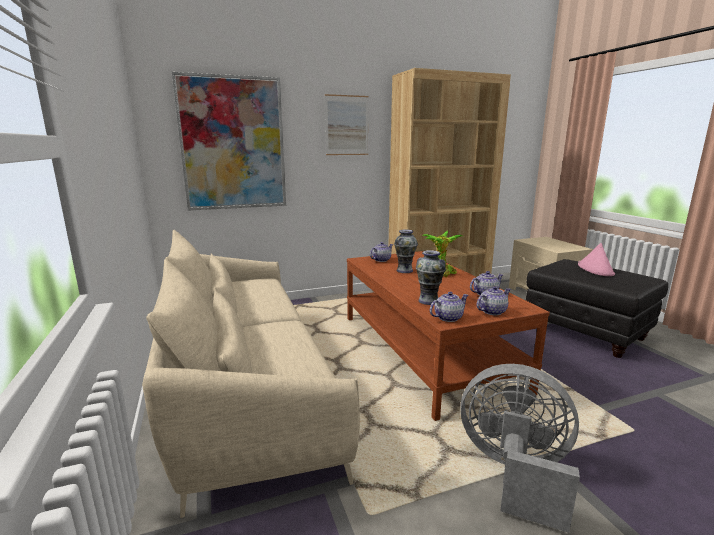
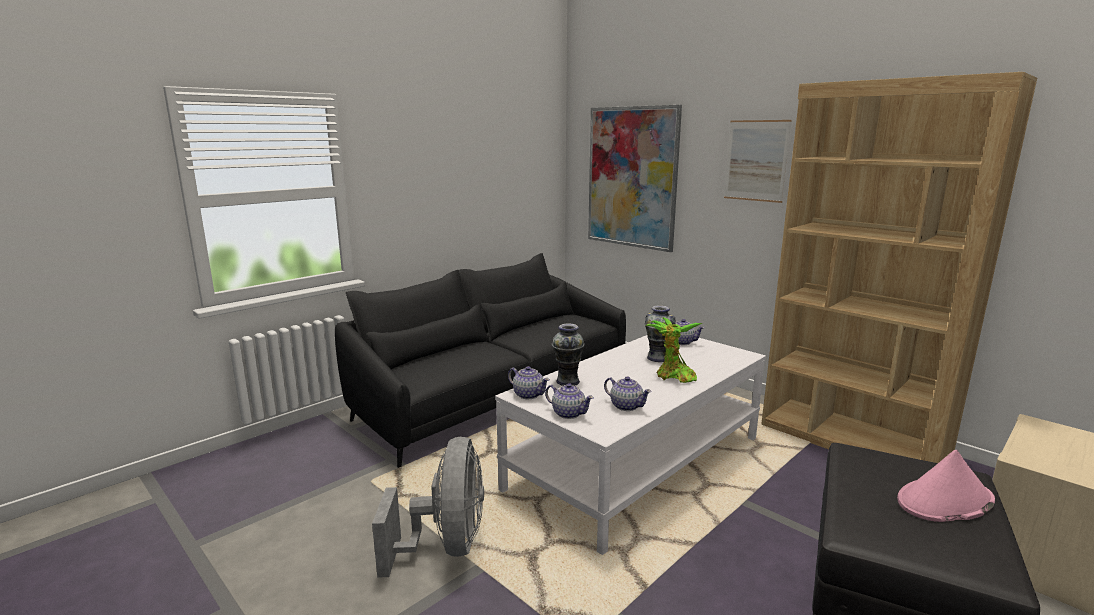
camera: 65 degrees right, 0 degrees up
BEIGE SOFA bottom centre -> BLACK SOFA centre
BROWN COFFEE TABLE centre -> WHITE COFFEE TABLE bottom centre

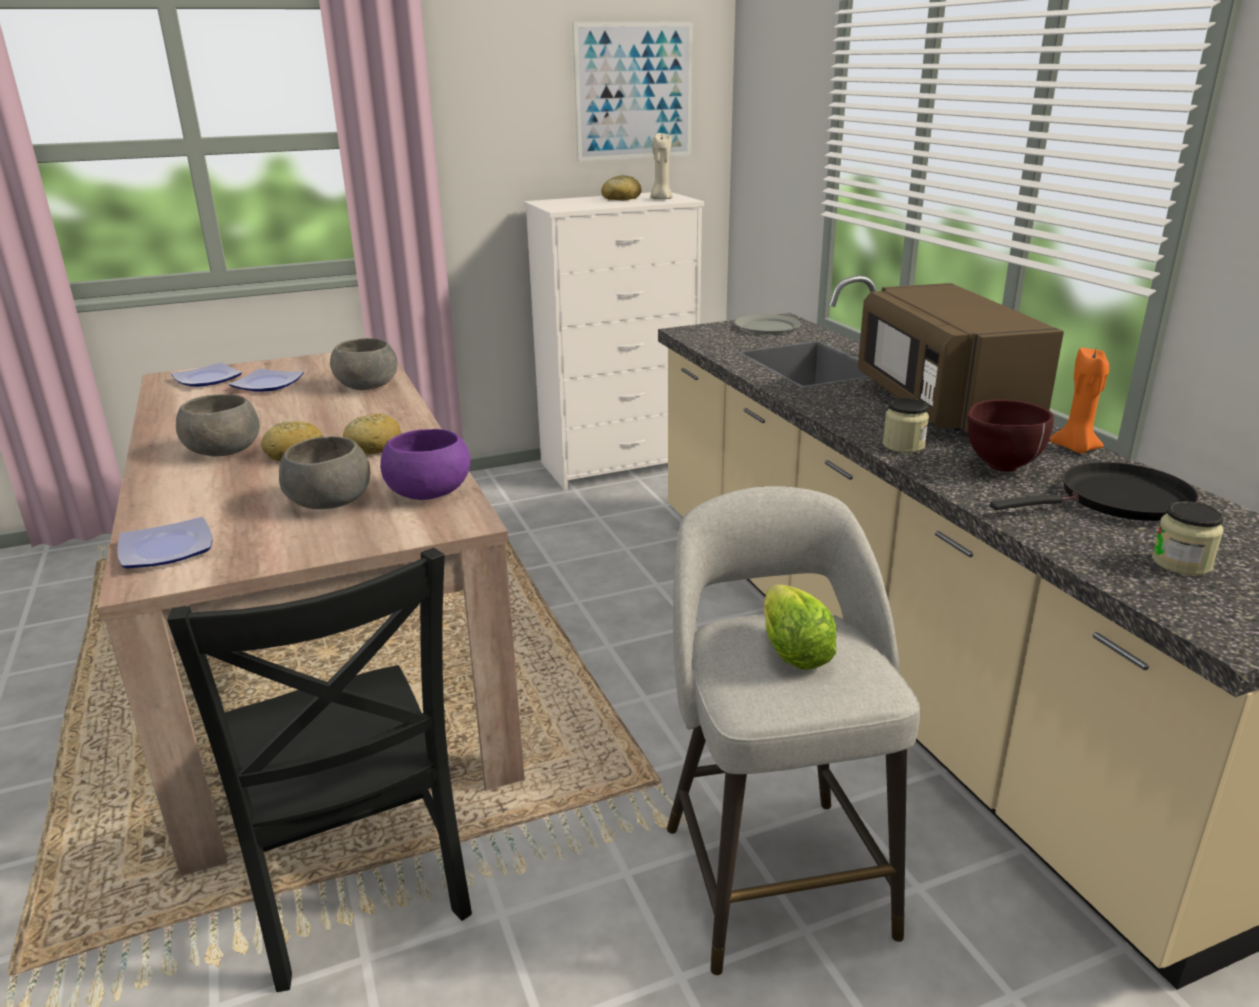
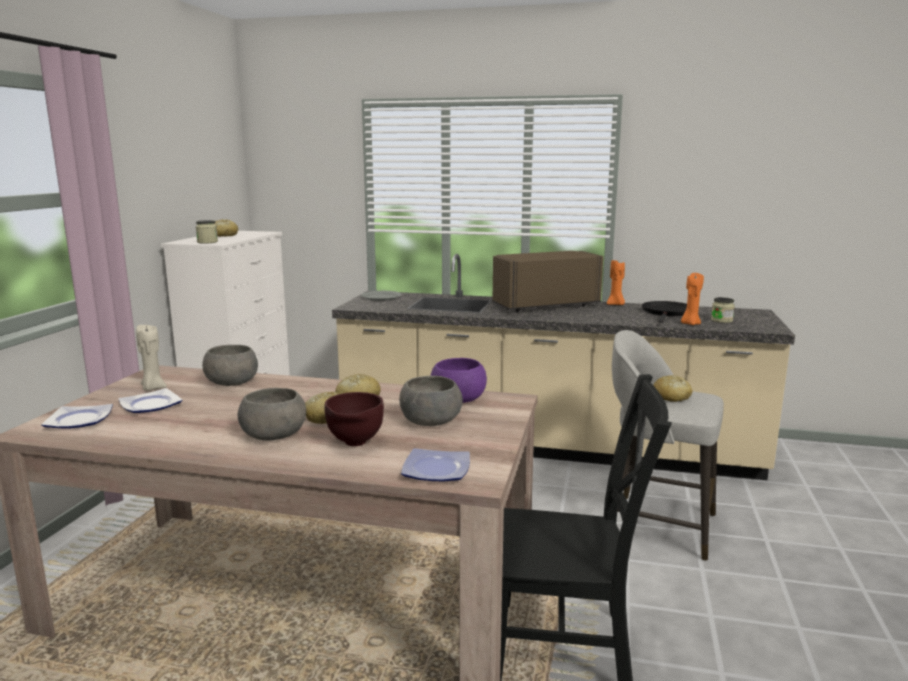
camera: 55 degrees left, 10 degrees down
PICTURE top centre -> none
none -> ORANGE CANDLE (2nd from left) middle right
BEIGE CANDLE top centre -> BEIGE CANDLE middle left, moved
JAR (1st from left) middle right -> JAR (1st from left) middle left, moved
BROWN BOWL middle right -> BROWN BOWL centre, moved
LETTUCE centre -> BREAD (4th from left) middle right
BROWN MICROWAVE middle right -> BROWN MICROWAVE centre, 135 degrees clockwise

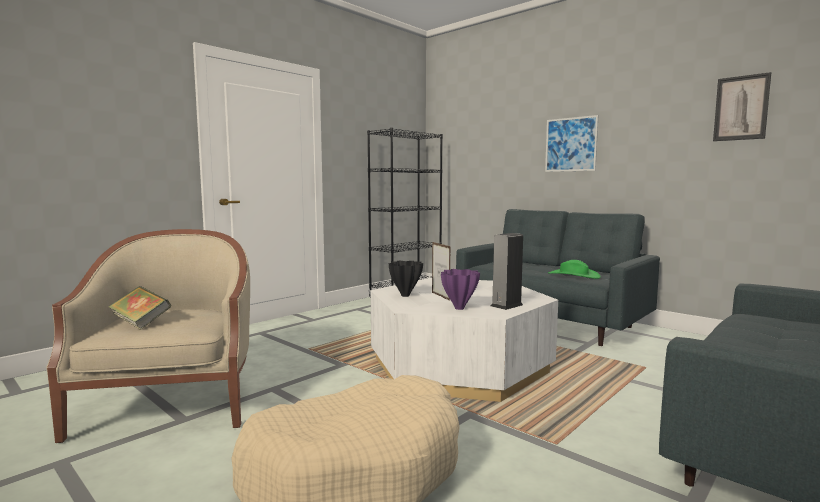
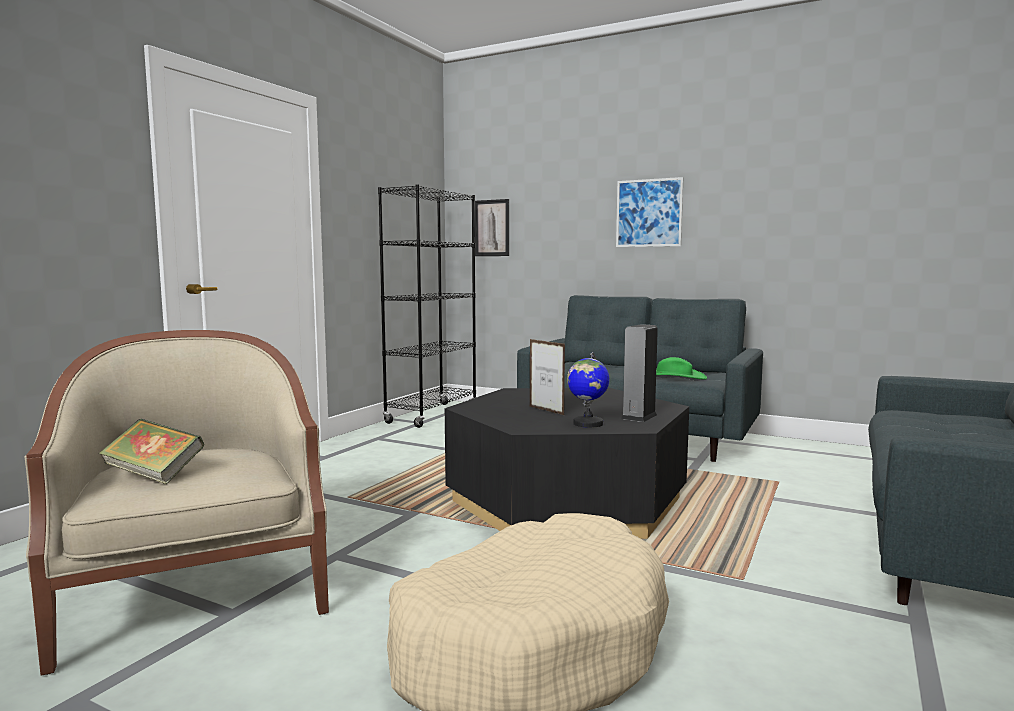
camera: 15 degrees left, 0 degrees up
BLACK VASE centre -> none
PICTURE (2nd from left in the first image) top right -> PICTURE (1st from left) top centre, moved
PURPLE VASE centre -> GLOBE centre
WHITE COFFEE TABLE bottom centre -> BLACK COFFEE TABLE centre

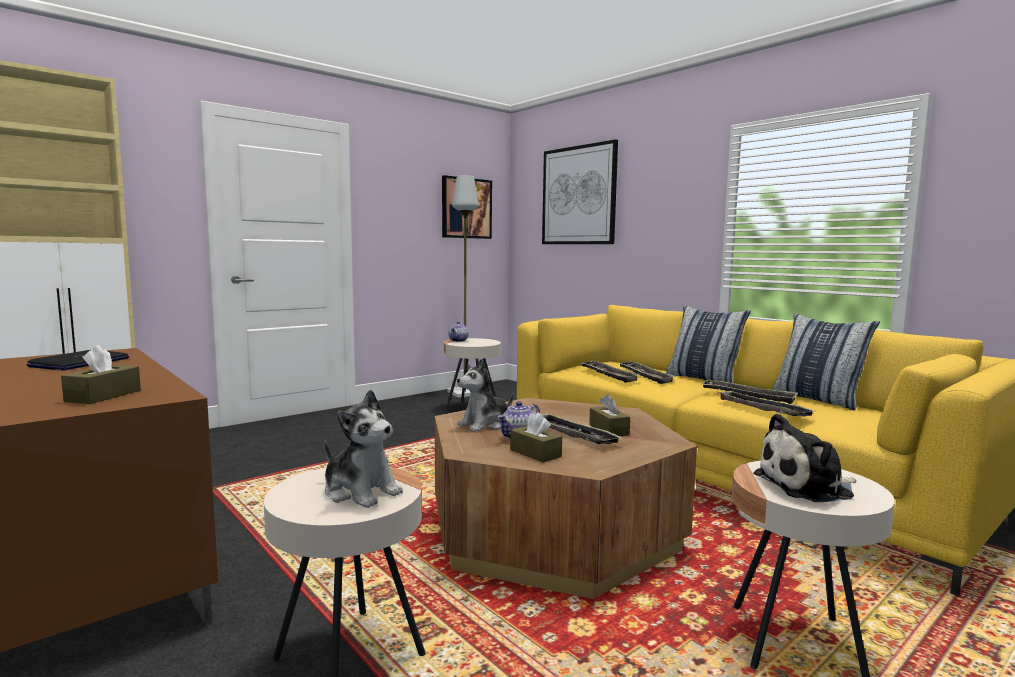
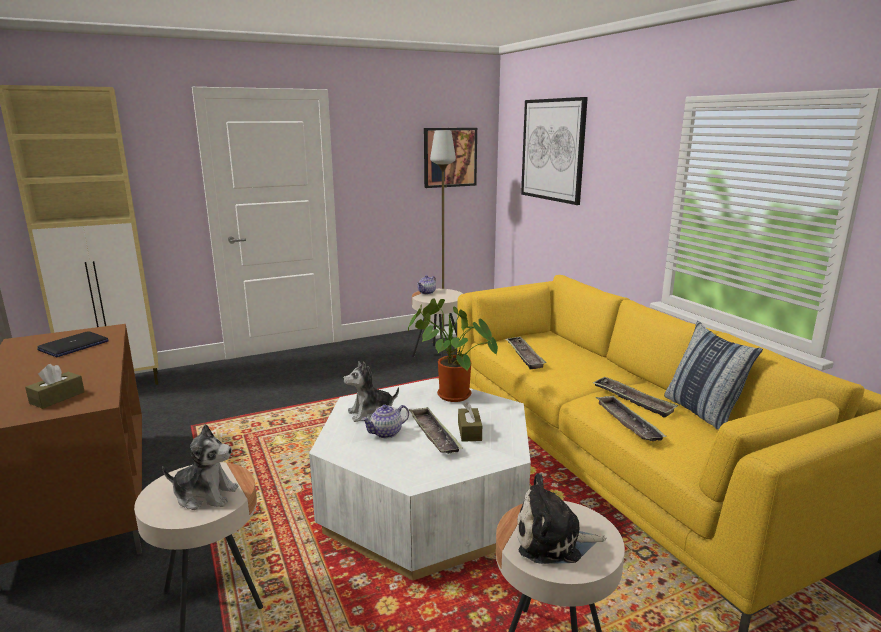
camera: 15 degrees right, 10 degrees up
BROWN TISSUE BOX (2nd from left) centre -> none
TRAY (3rd from left) centre -> none
PILLOW (1st from left) middle right -> none
none -> POTTED PLANT centre
BROWN COFFEE TABLE bottom centre -> WHITE COFFEE TABLE bottom centre
PLUSH TOY (1st from left) centre -> PLUSH TOY (1st from left) bottom left, 45 degrees counterclockwise

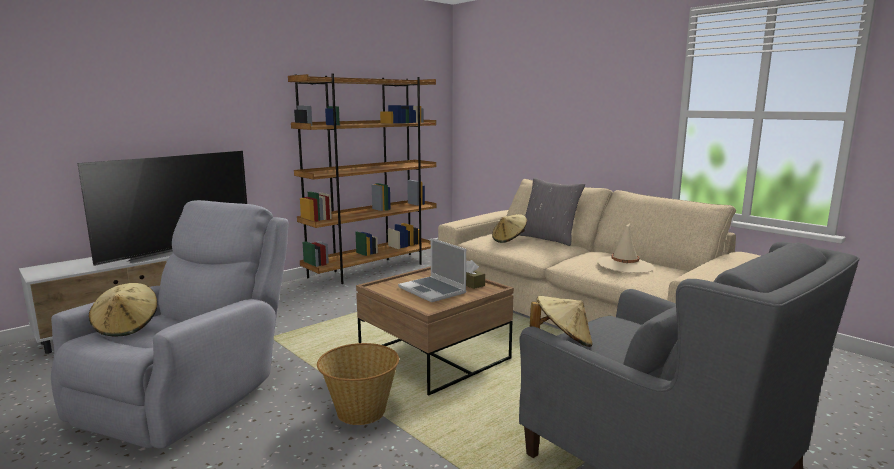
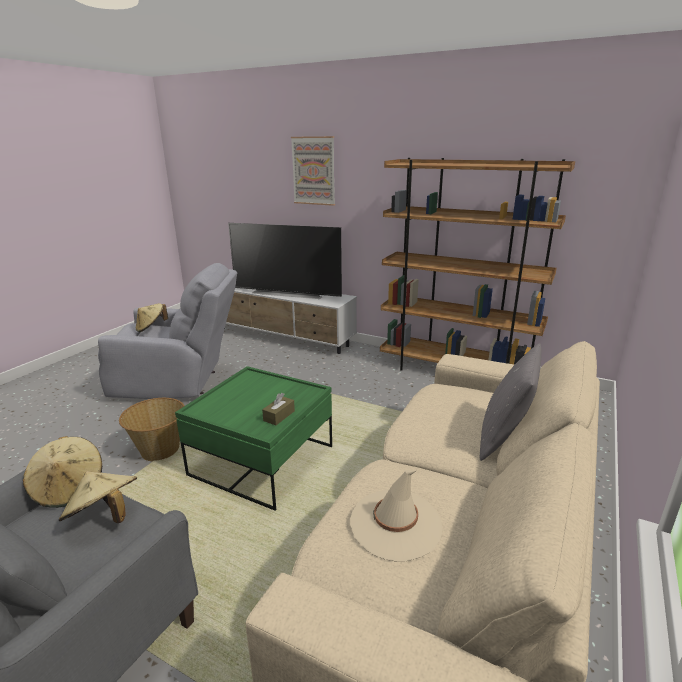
camera: 70 degrees right, 10 degrees up
LAPTOP centre -> none
none -> PICTURE top centre
BEIGE HAT (2nd from left) centre -> BEIGE HAT (2nd from left) bottom left, moved
BROWN COFFEE TABLE bottom centre -> GREEN COFFEE TABLE centre

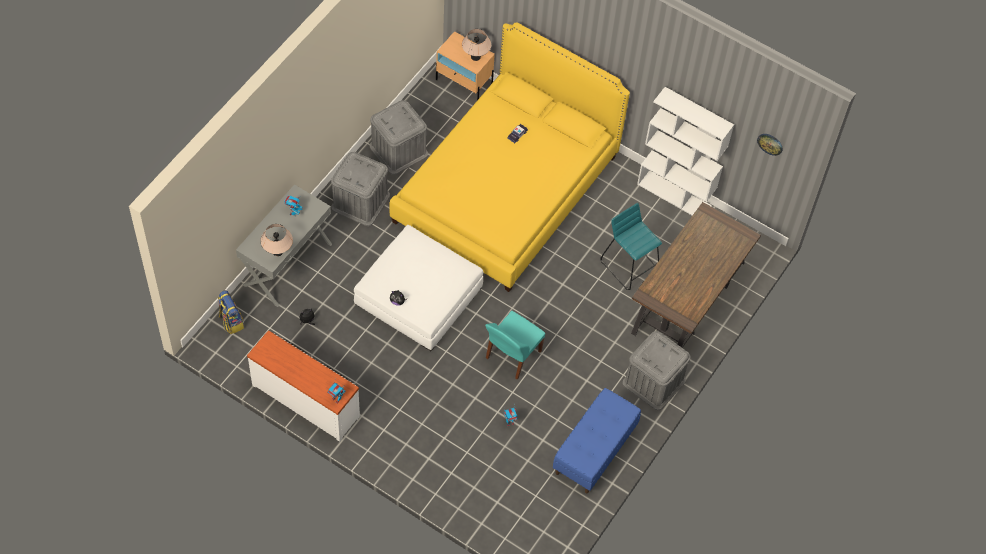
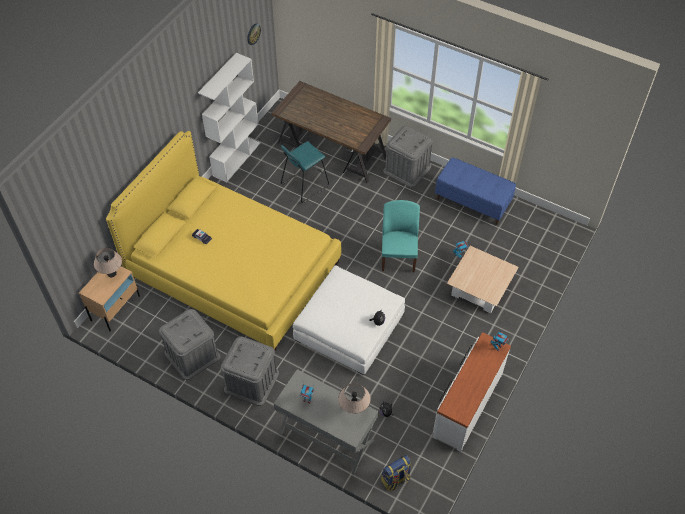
camera: 90 degrees left, 5 degrees down
none -> BEIGE COFFEE TABLE middle right
TURQUOISE CHAIR centre, 120 degrees counterclockwise

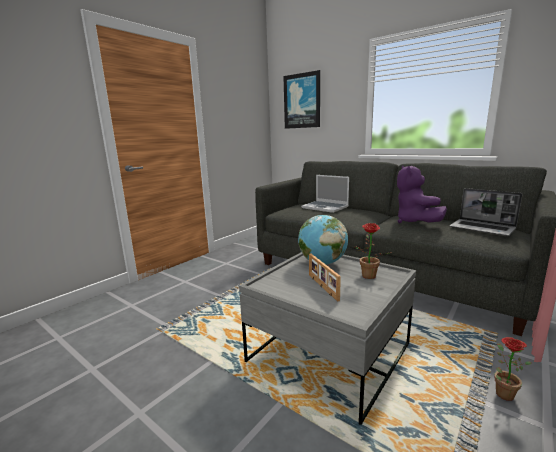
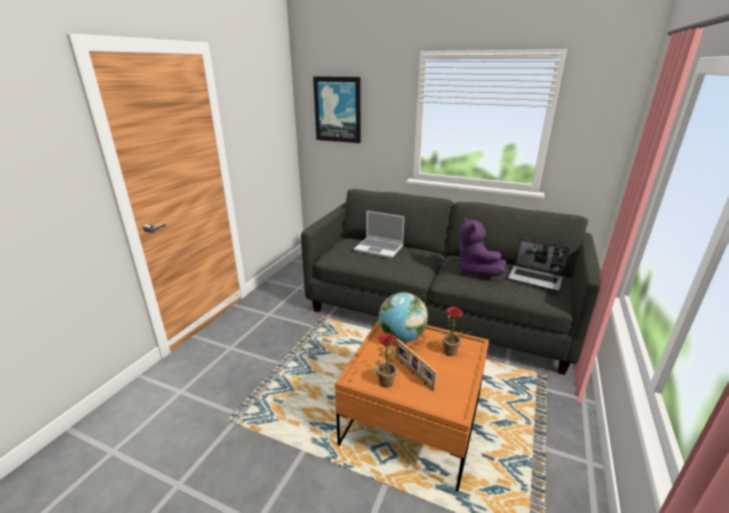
camera: 15 degrees left, 10 degrees up
POTTED PLANT (2nd from left in the first image) bottom right -> POTTED PLANT (1st from left) bottom centre, moved
GREY COFFEE TABLE bottom centre -> ORANGE COFFEE TABLE bottom centre

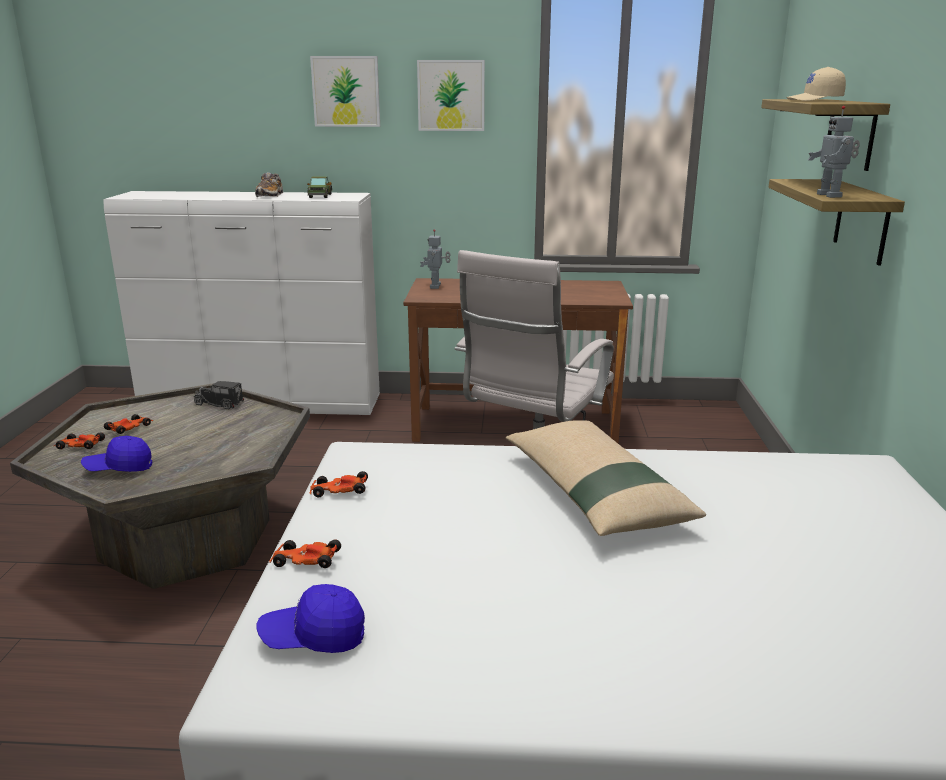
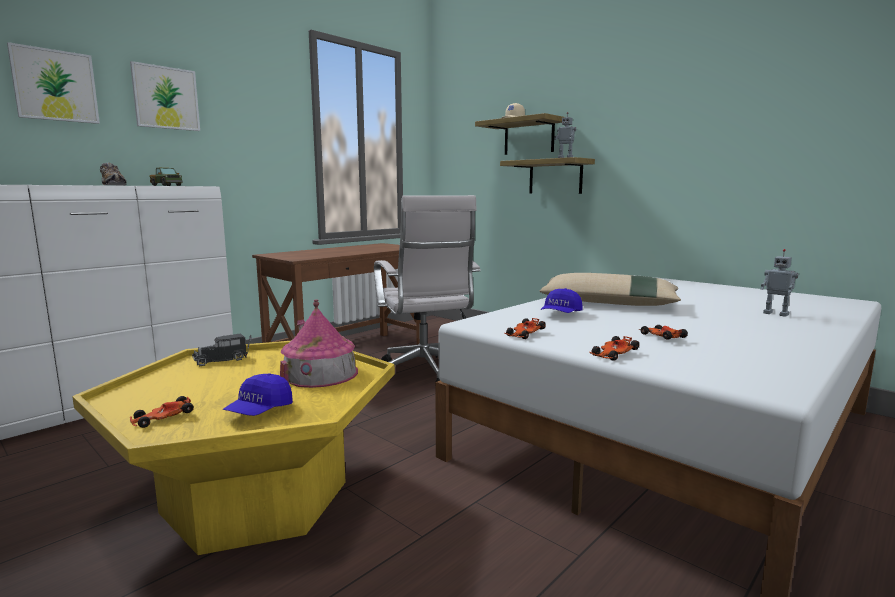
camera: 50 degrees left, 10 degrees down
none -> TOY HOUSE centre
TOY CAR (2nd from left in the first image) middle left -> TOY CAR (4th from left) middle right, moved
BLUE CAP (2nd from left) bottom left -> BLUE CAP (2nd from left) centre, moved
PICTURE (2nd from left in the first image) top centre -> PICTURE (1st from left) top left, moved
TOY ROBOT (1st from left in the first image) top centre -> TOY ROBOT (2nd from left) middle right, moved
GREY COFFEE TABLE middle left -> YELLOW COFFEE TABLE bottom left

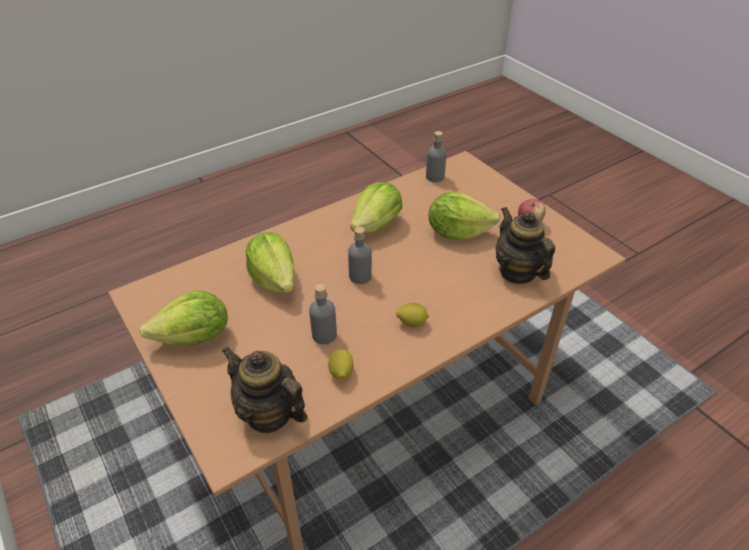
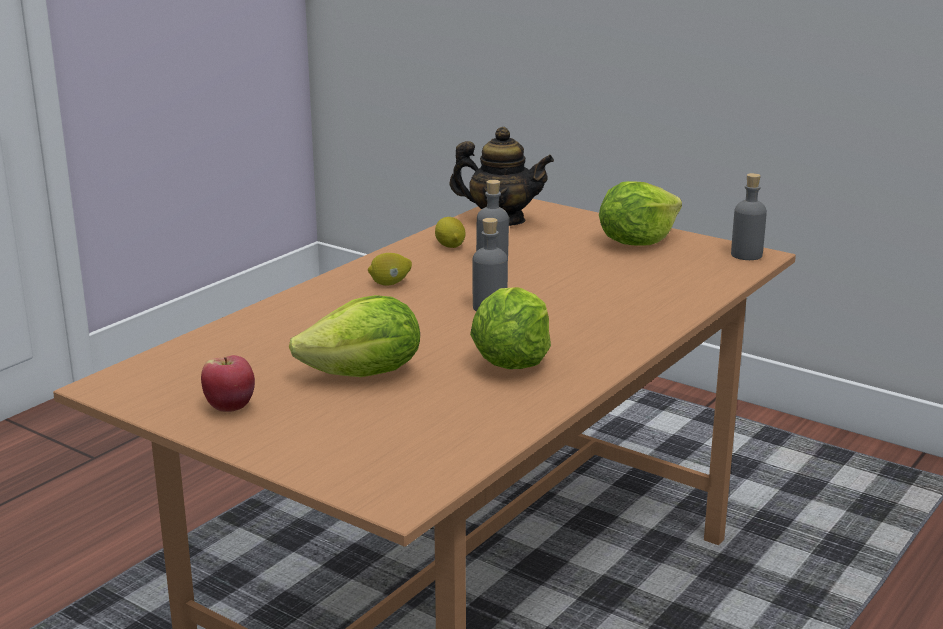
camera: 160 degrees right, 20 degrees down
LETTUCE (2nd from left) centre -> none
TEAPOT (2nd from left) middle right -> none
GREY BOTTLE (3rd from left) top centre -> GREY BOTTLE (3rd from left) middle right, moved

